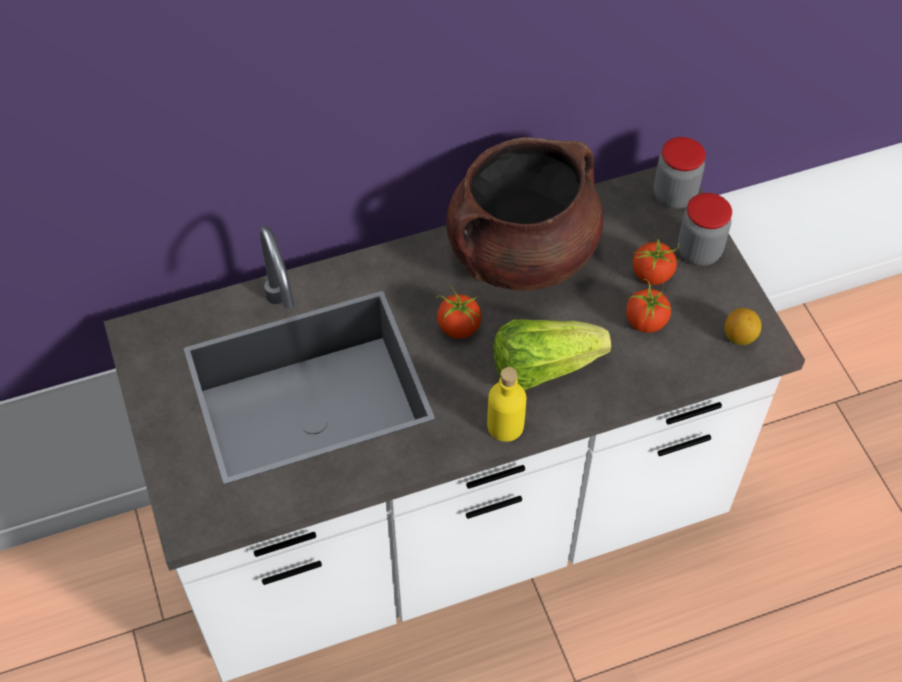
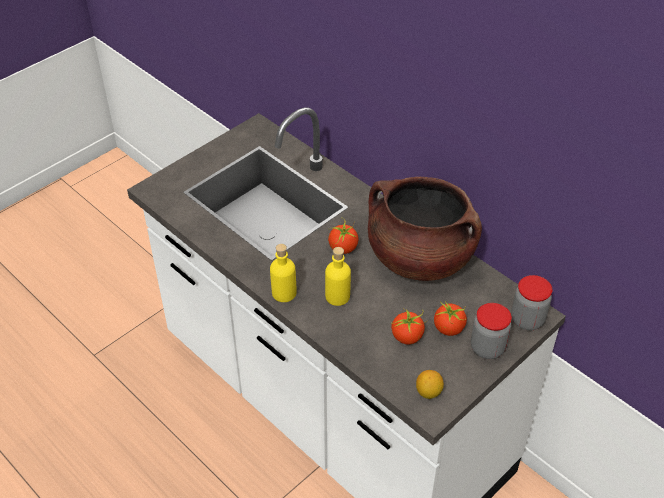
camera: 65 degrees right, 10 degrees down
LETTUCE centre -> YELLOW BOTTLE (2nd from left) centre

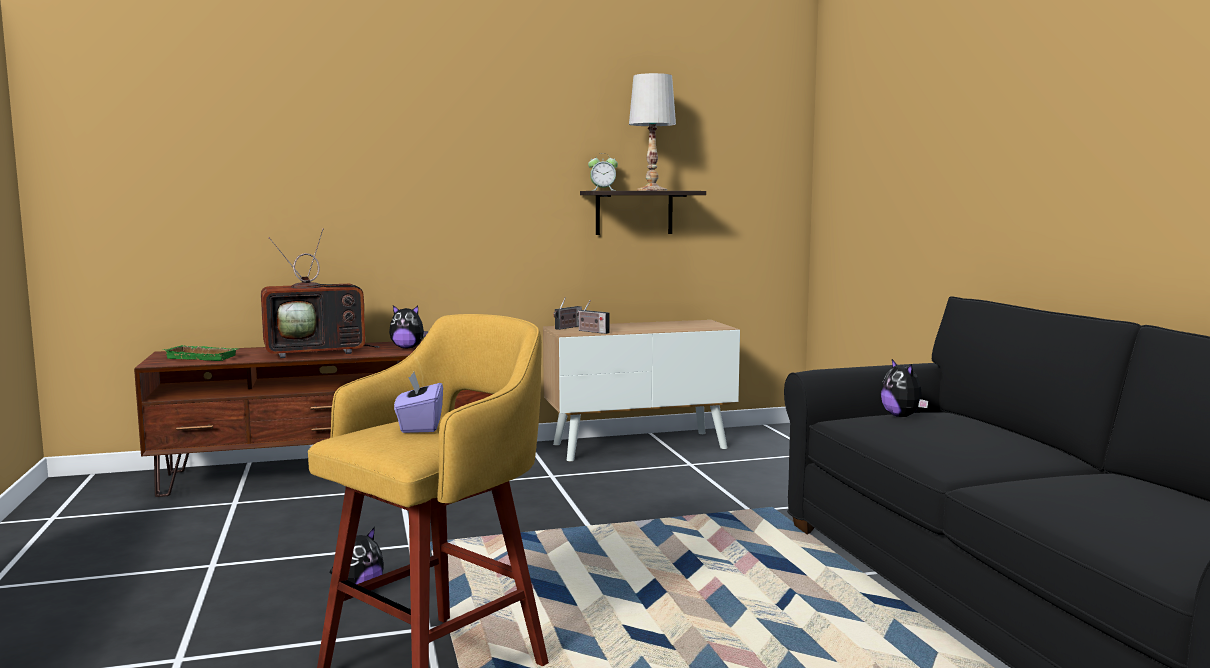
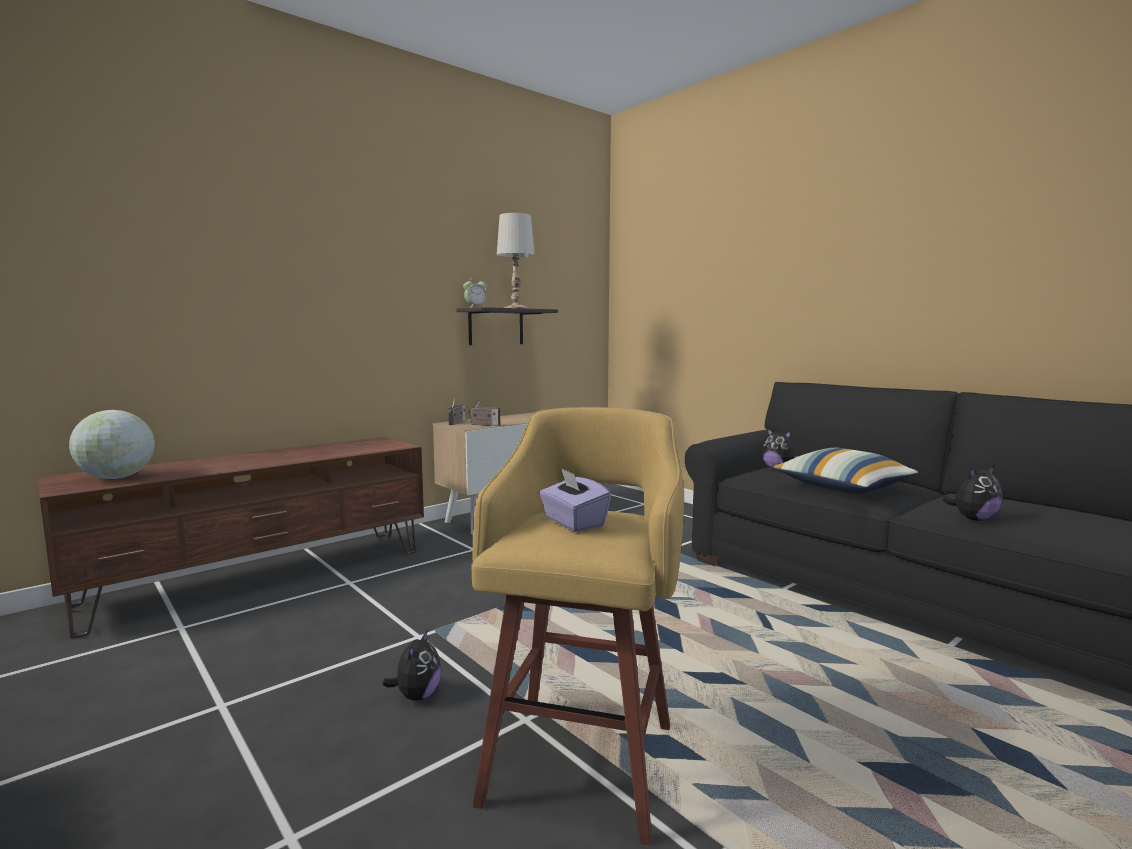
camera: 25 degrees left, 0 degrees up
TELEVISION middle left -> none
none -> PILLOW middle right
PLUSH TOY (2nd from left in the first image) centre -> PLUSH TOY (3rd from left) middle right, moved
GREEN TRAY middle left -> GLOBE middle left

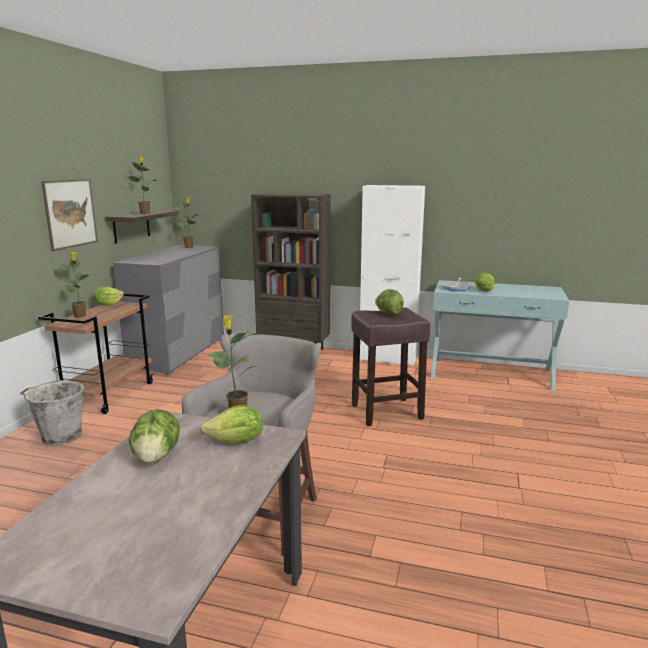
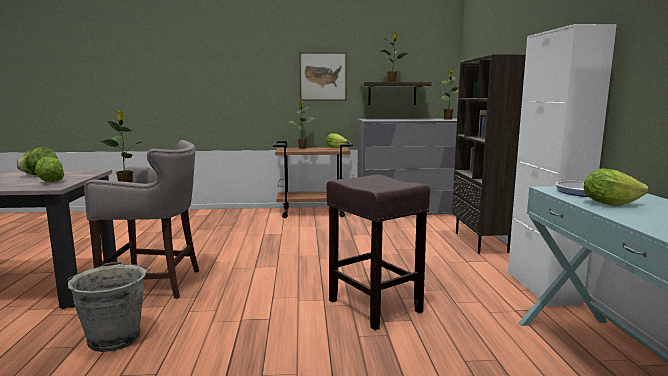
camera: 70 degrees right, 5 degrees down
LETTUCE (4th from left) centre -> none
GREY BUCKET middle left -> GREY BUCKET bottom left, moved

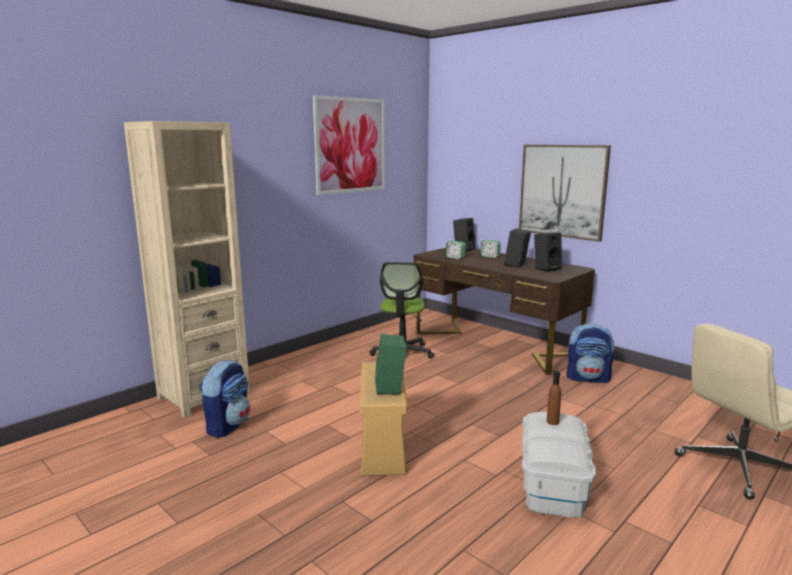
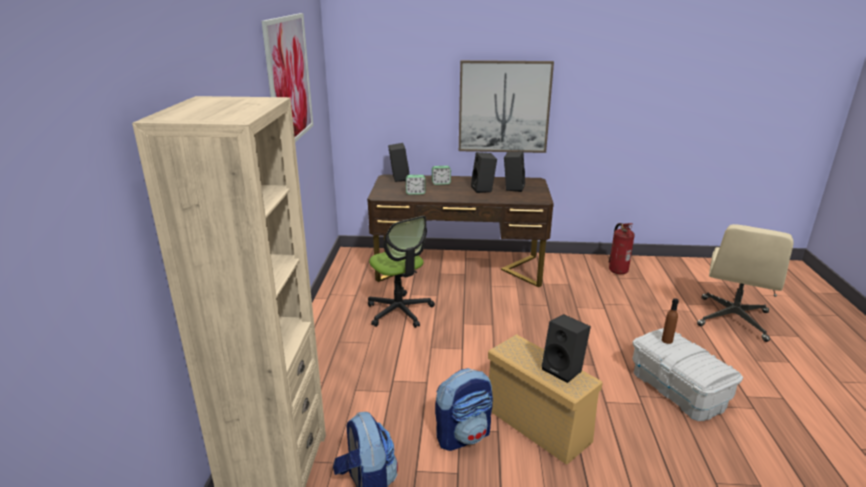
camera: 40 degrees left, 10 degrees up
none -> FIRE EXTINGUISHER middle right
BACKPACK (2nd from left) middle right -> BACKPACK (2nd from left) bottom centre, moved
GREEN SPEAKER centre -> BLACK SPEAKER (4th from left) bottom centre

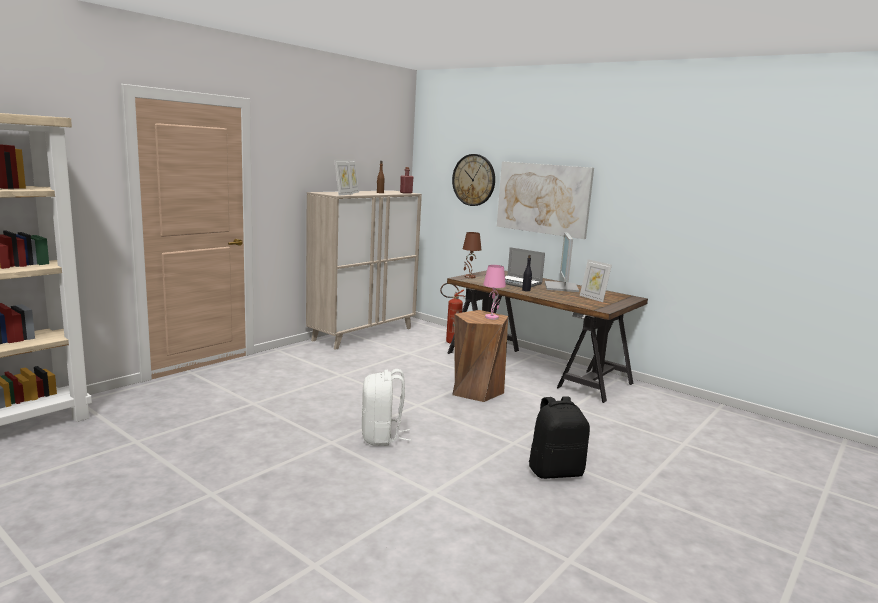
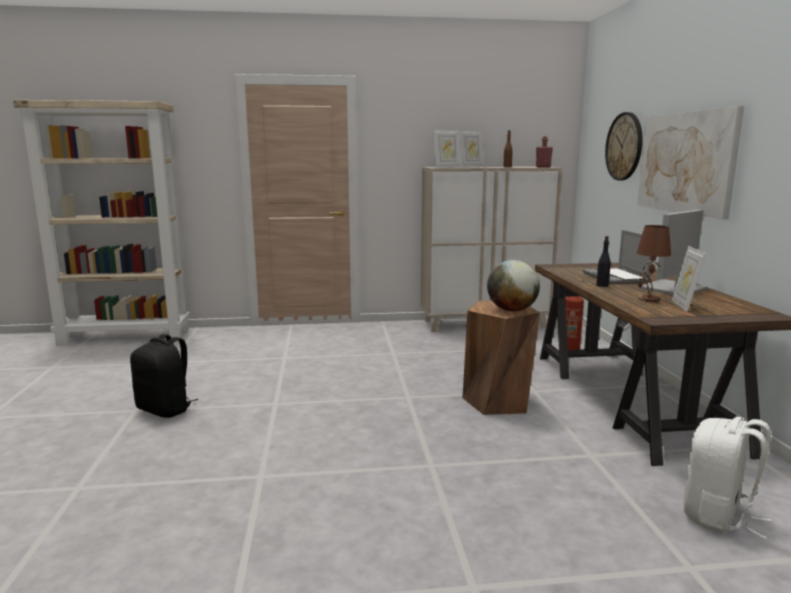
camera: 45 degrees right, 0 degrees up
WHITE BACKPACK bottom centre -> WHITE BACKPACK bottom right, moved
BROWN TABLE LAMP centre -> BROWN TABLE LAMP middle right, moved
BLACK BACKPACK bottom centre -> BLACK BACKPACK middle left, moved
PINK TABLE LAMP centre -> GLOBE centre

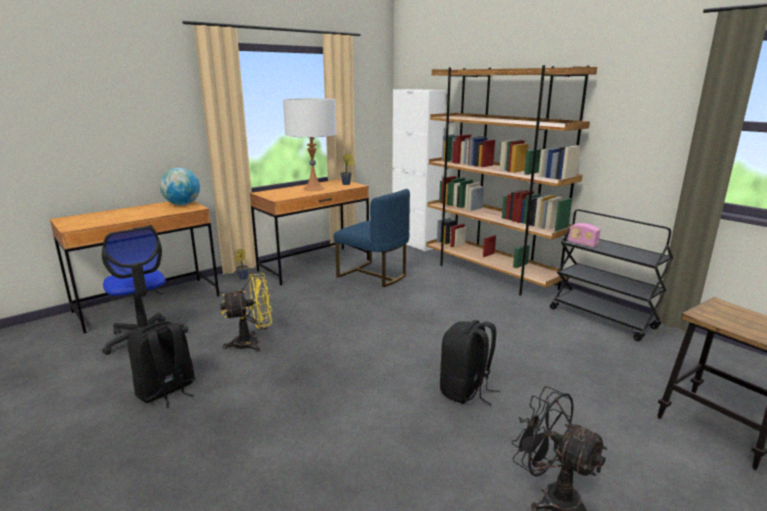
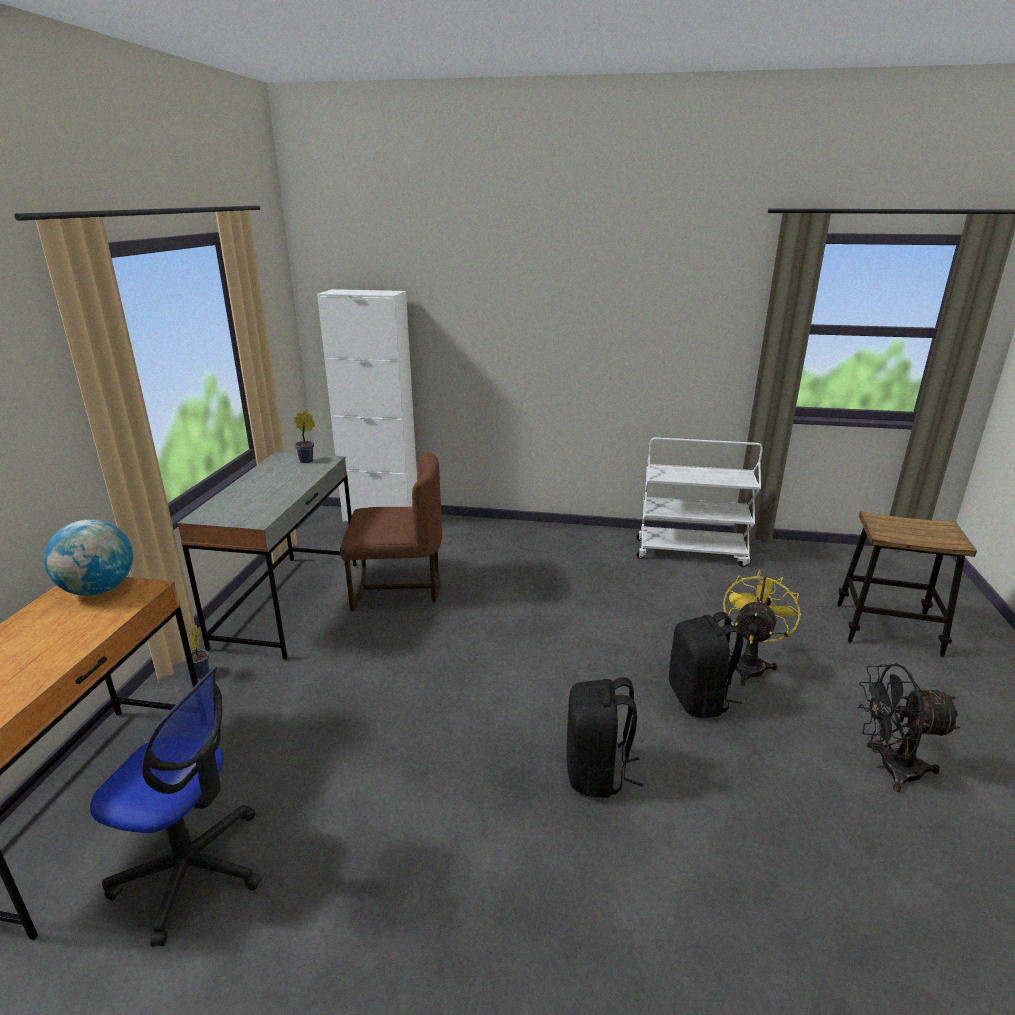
camera: 40 degrees left, 5 degrees up
WHITE TABLE LAMP top centre -> none
BROWN BOOKCASE centre -> none
RADIO middle right -> none
BLACK BACKPACK (1st from left) bottom left -> BLACK BACKPACK (1st from left) bottom centre, moved
YELLOW FAN middle left -> YELLOW FAN middle right, moved
BROWN DESK (2nd from left) centre -> GREY DESK middle left
BLUE CHAIR centre -> BROWN CHAIR centre
BLACK CART middle right -> WHITE CART middle right

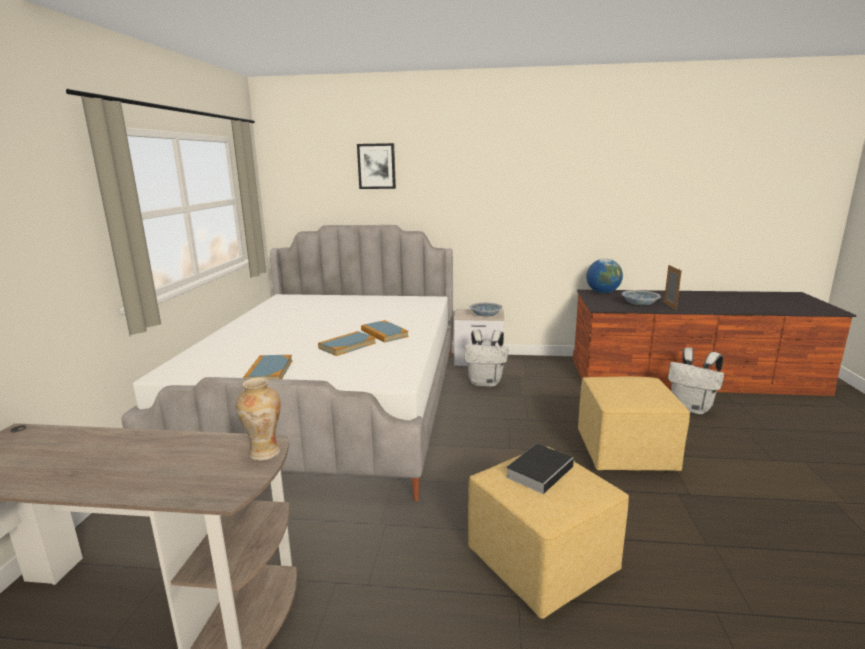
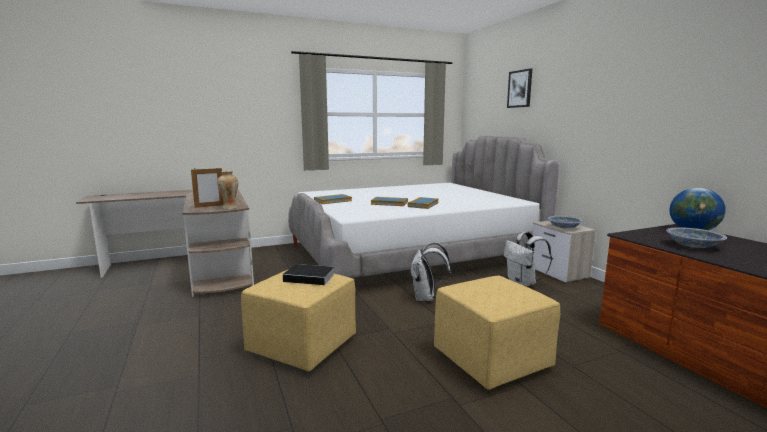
camera: 60 degrees right, 5 degrees down
PICTURE FRAME middle right -> PICTURE FRAME middle left, moved
WHITE BACKPACK (2nd from left in the first image) middle right -> WHITE BACKPACK (1st from left) centre, moved

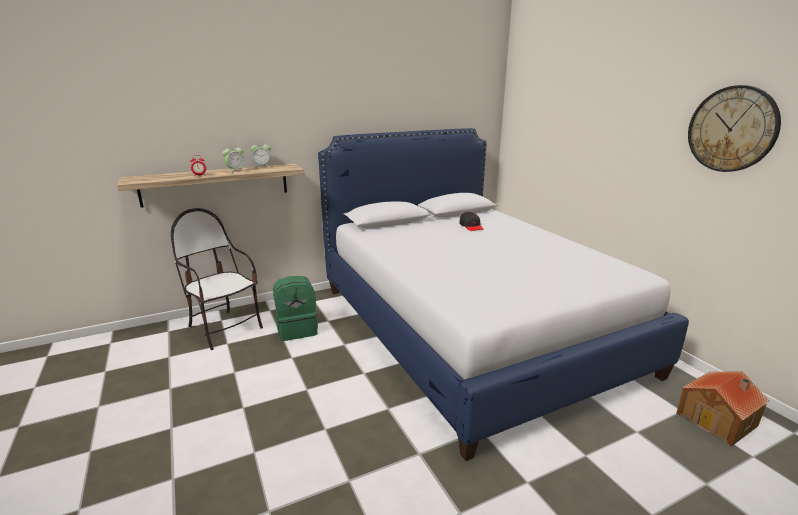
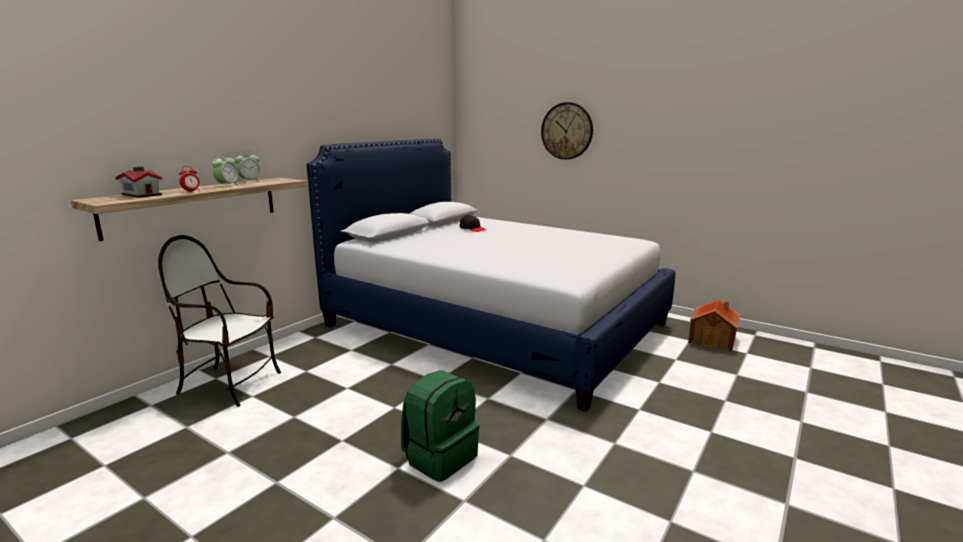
camera: 30 degrees left, 5 degrees down
none -> TOY HOUSE (1st from left) middle left
GREEN BACKPACK centre -> GREEN BACKPACK bottom centre, moved
WALL CLOCK top right -> WALL CLOCK top centre, moved

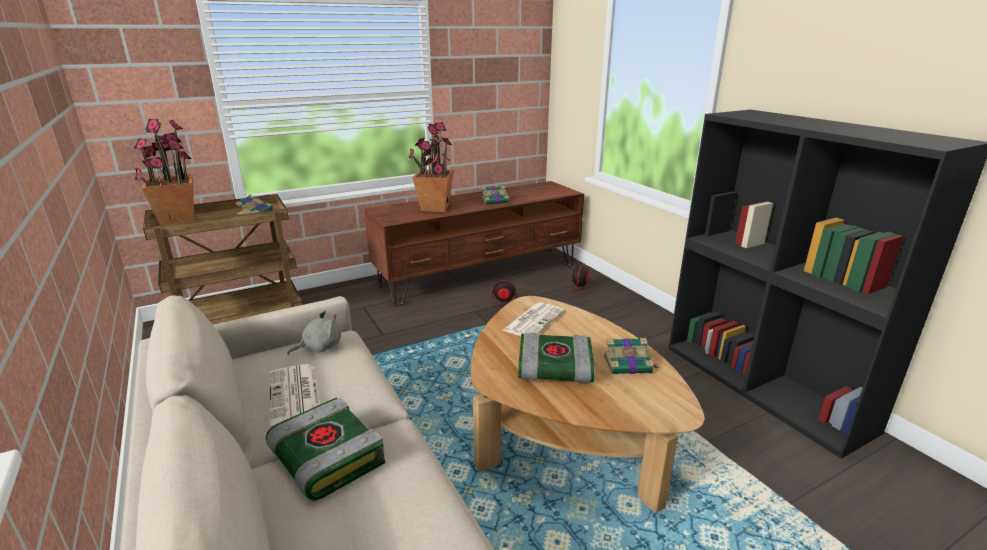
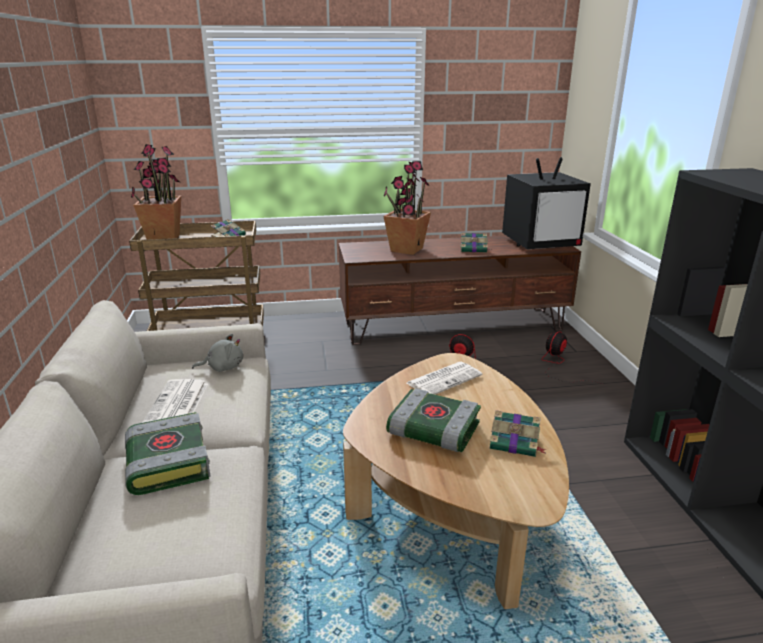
camera: 20 degrees right, 0 degrees up
none -> TELEVISION top right

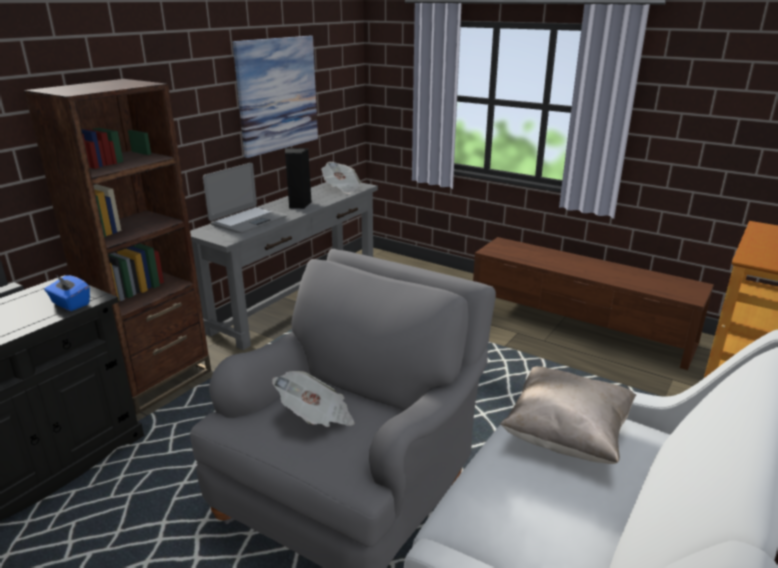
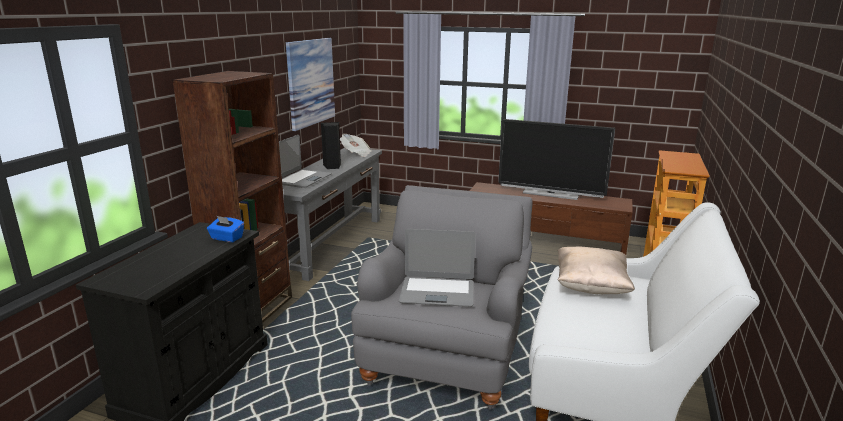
camera: 15 degrees left, 5 degrees down
none -> TELEVISION centre
NEWSPAPER (1st from left) bottom centre -> LAPTOP (2nd from left) centre

